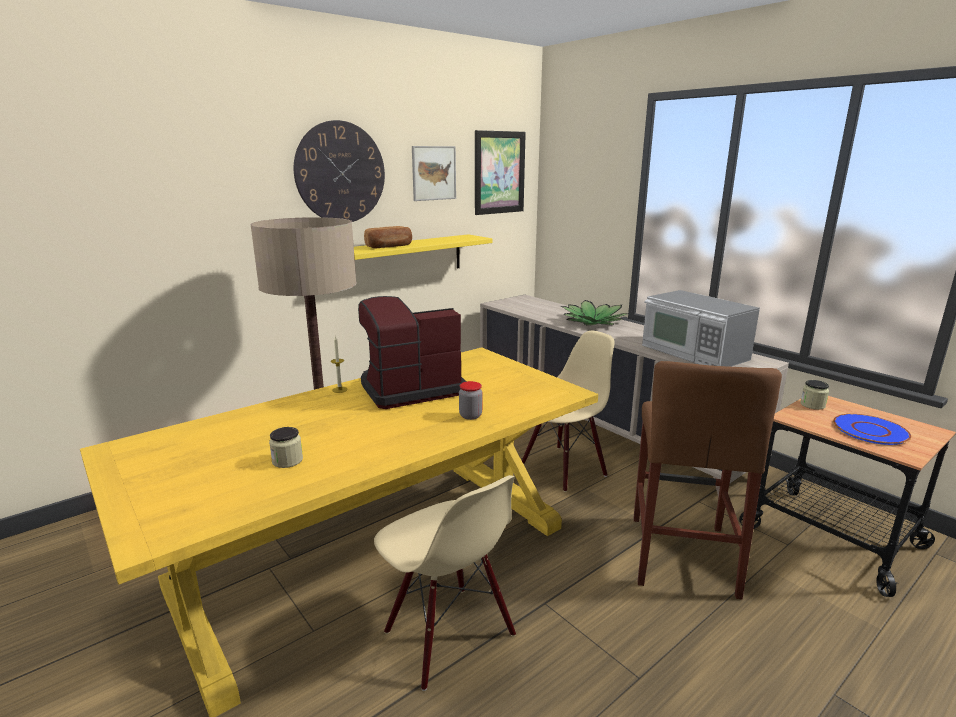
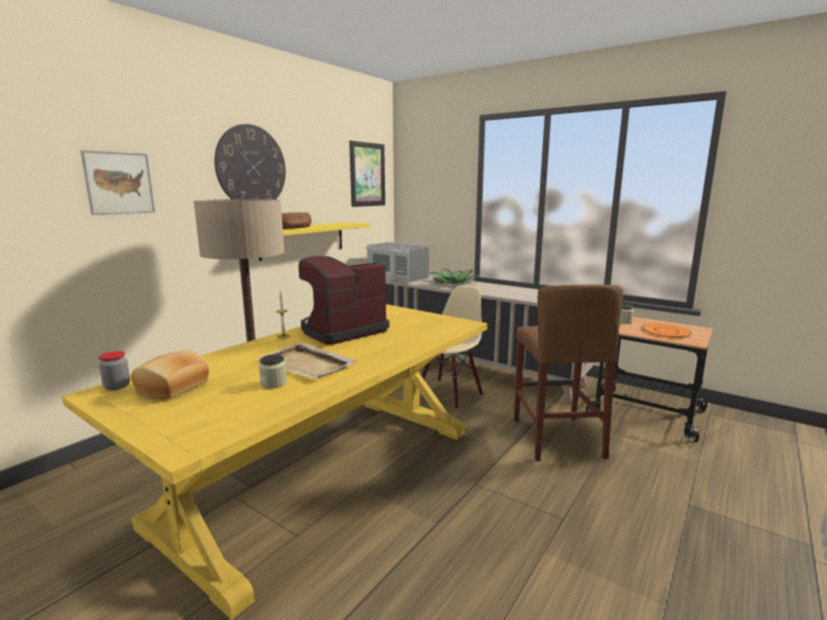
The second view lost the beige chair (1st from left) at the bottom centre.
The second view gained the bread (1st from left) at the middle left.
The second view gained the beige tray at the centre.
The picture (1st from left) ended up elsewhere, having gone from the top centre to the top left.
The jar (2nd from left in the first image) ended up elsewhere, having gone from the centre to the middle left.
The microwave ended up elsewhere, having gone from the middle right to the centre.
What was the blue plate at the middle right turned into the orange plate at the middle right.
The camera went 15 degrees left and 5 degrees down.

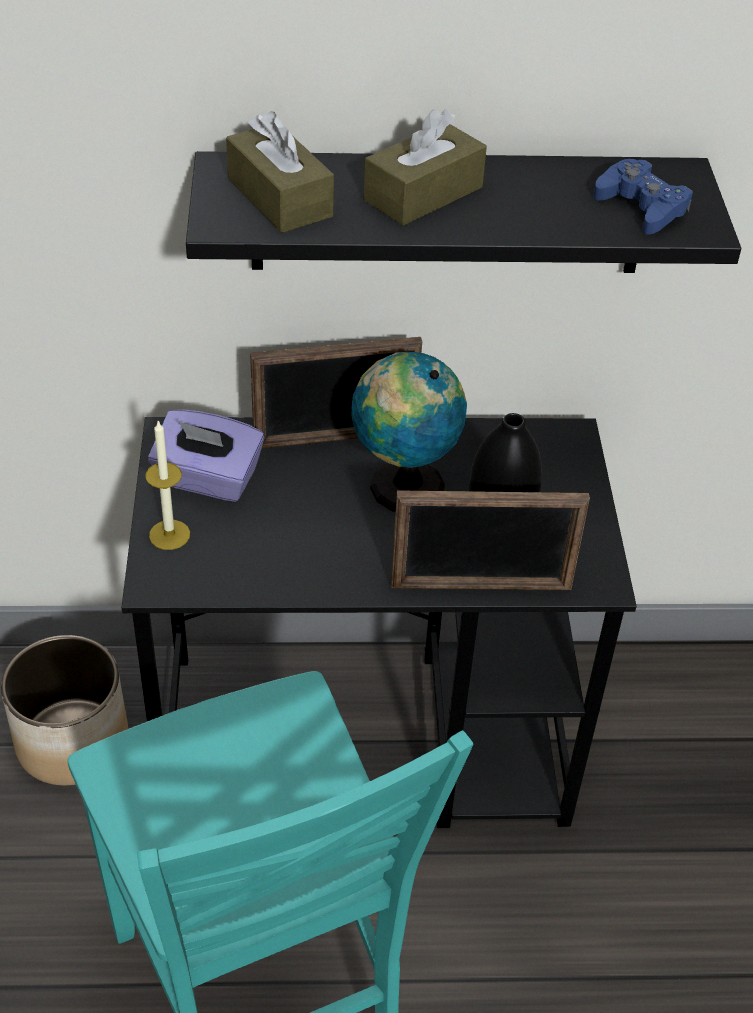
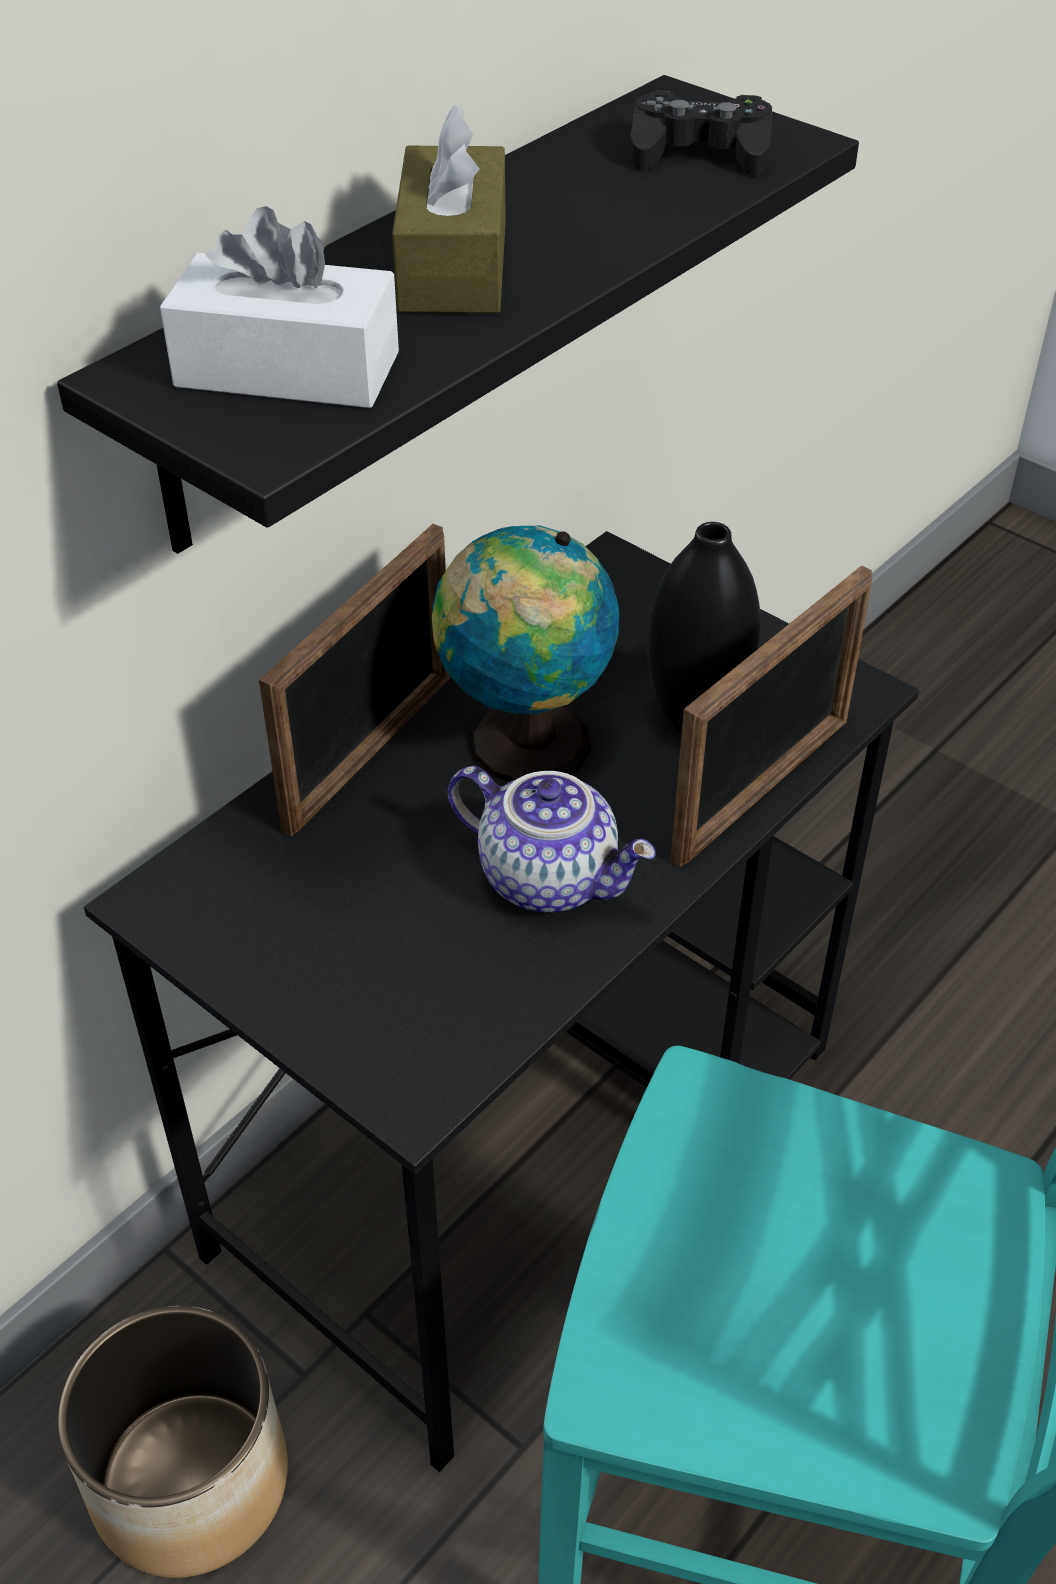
The second view lost the candle at the middle left.
The second view lost the purple tissue box at the middle left.
The second view gained the teapot at the centre.
What was the brown tissue box (1st from left) at the top centre turned into the white tissue box at the top left.
What was the blue game controller at the top right turned into the black game controller at the top centre.
The camera went 45 degrees left and 0 degrees up.

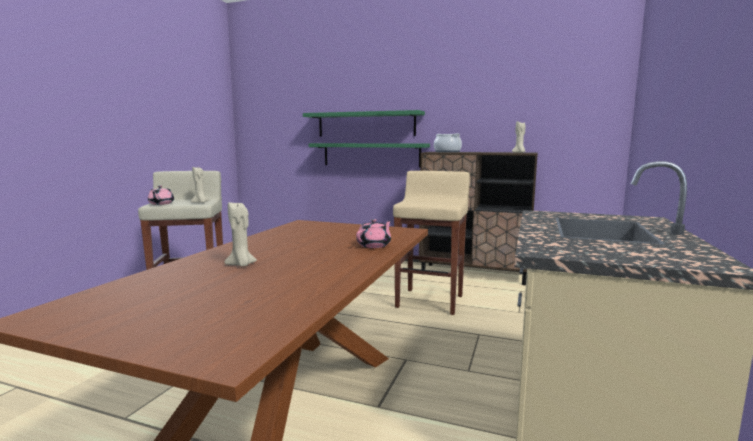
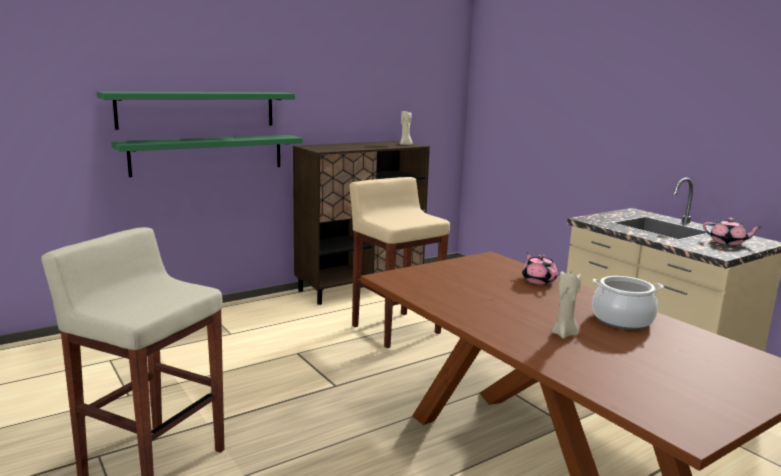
The second view lost the beige candle (1st from left) at the middle left.
The pink teapot (1st from left in the first image) ended up elsewhere, having gone from the middle left to the middle right.
The cooking pot ended up elsewhere, having gone from the top centre to the middle right.
The camera went 55 degrees left and 5 degrees up.

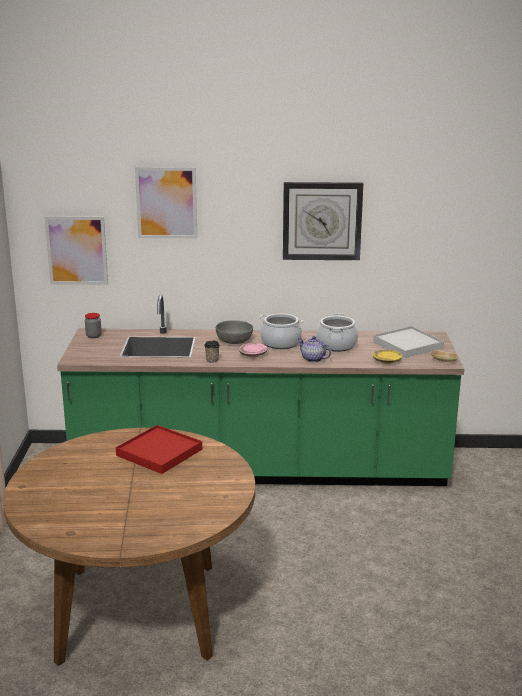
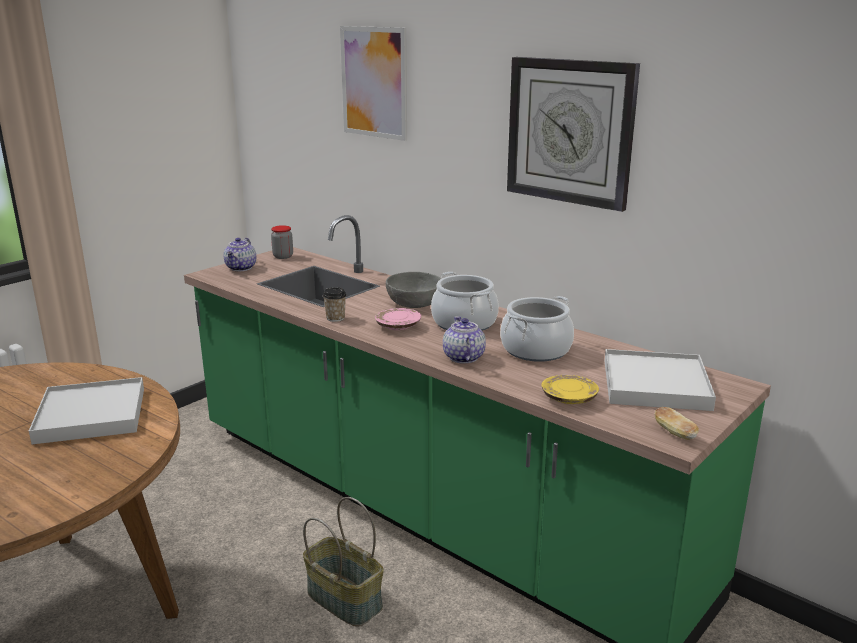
The second view lost the picture (1st from left) at the middle left.
The second view gained the teapot (1st from left) at the middle left.
The second view gained the basket at the bottom centre.
What was the red tray at the middle left turned into the white tray (1st from left) at the middle left.
The camera went 40 degrees right and 0 degrees up.

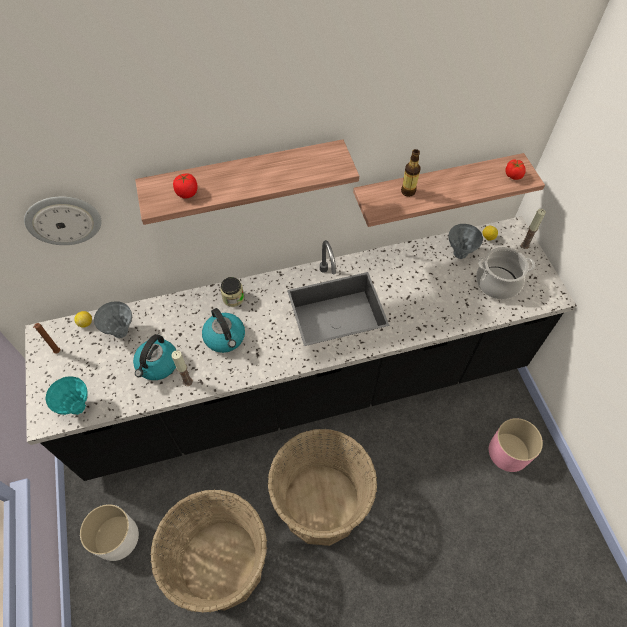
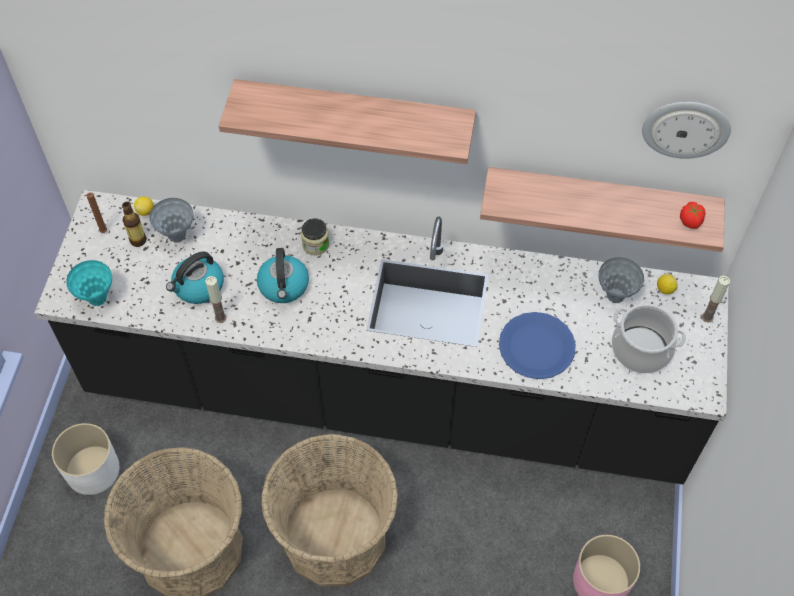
The second view lost the tomato (1st from left) at the top left.
The second view gained the blue plate at the middle right.
The wall clock ended up elsewhere, having gone from the middle left to the top right.
The bottle ended up elsewhere, having gone from the top centre to the middle left.
The camera went 25 degrees right and 0 degrees up.

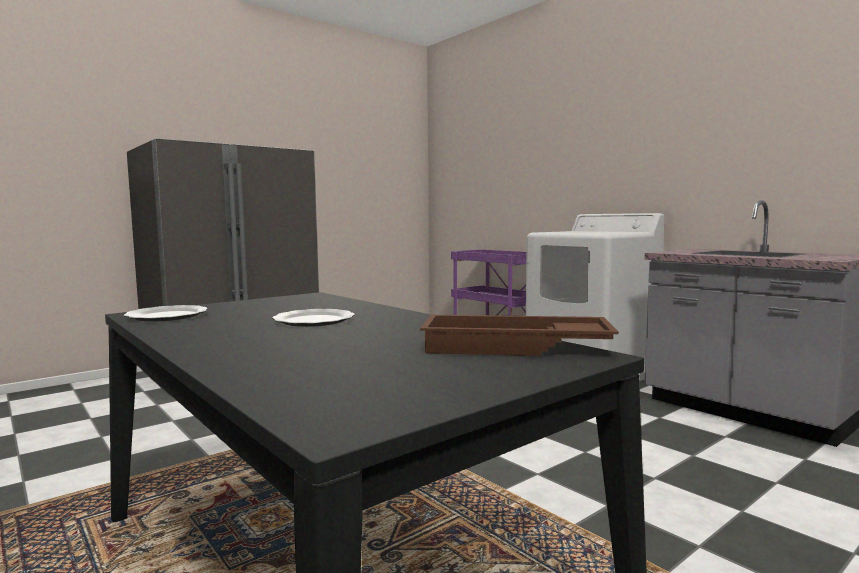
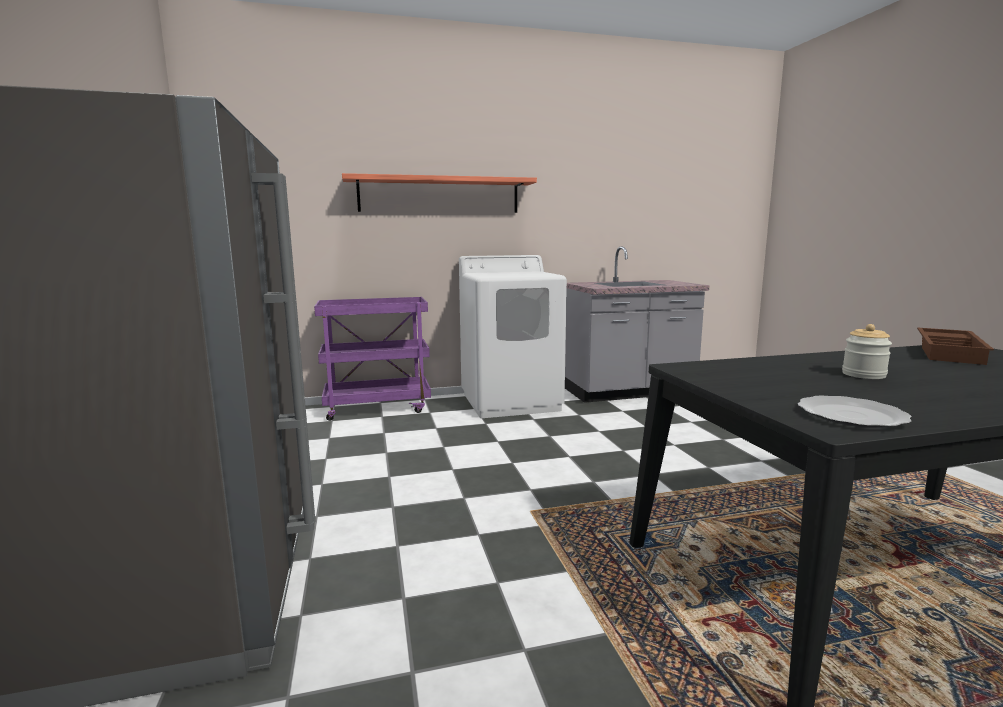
The second view gained the shelf at the top centre.
Where the plate (2nd from left) stood at the centre, the jar came to stand at the middle right.
The camera went 65 degrees left and 5 degrees up.

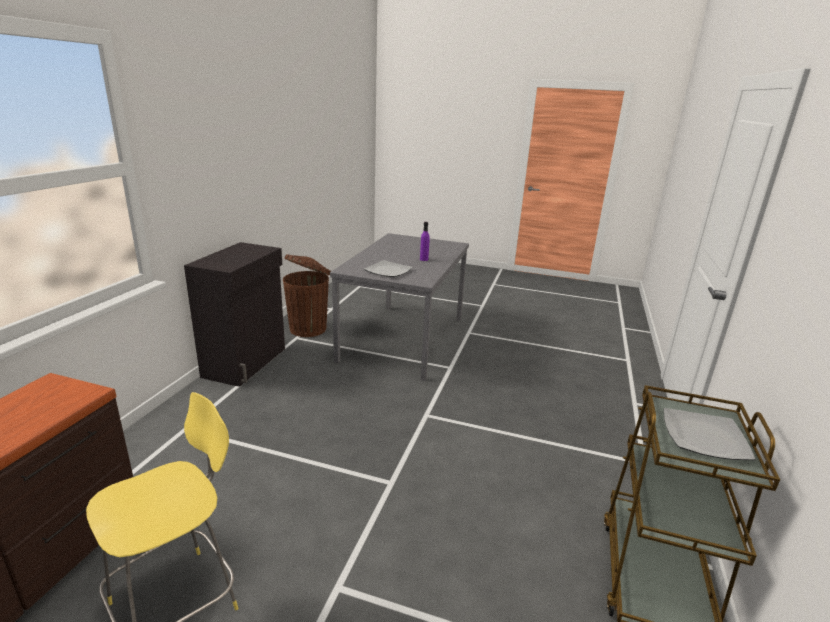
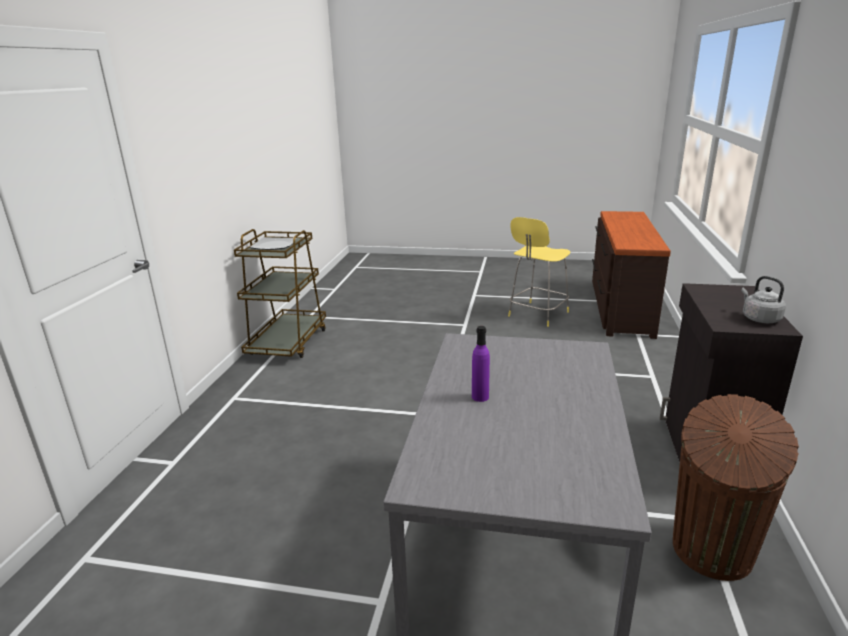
The second view lost the plate (1st from left) at the centre.
The second view gained the grey kettle at the middle right.
The camera went 175 degrees right and 0 degrees up.

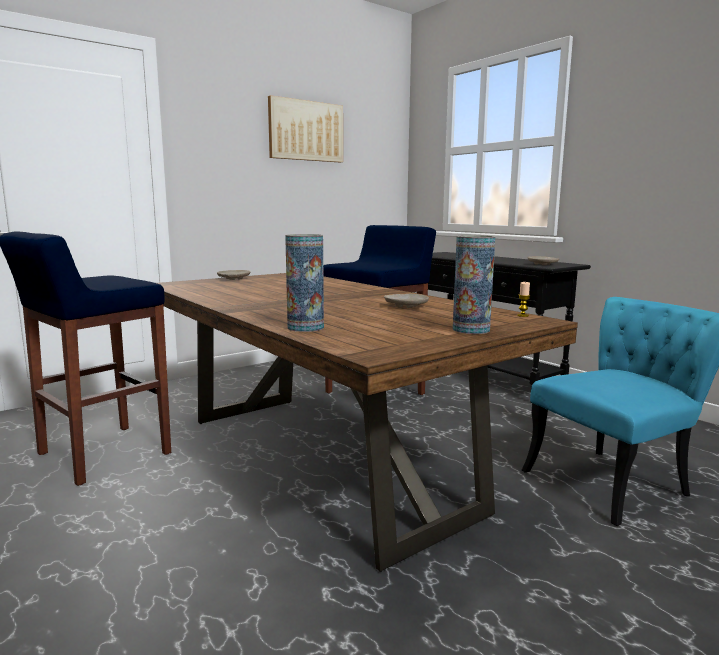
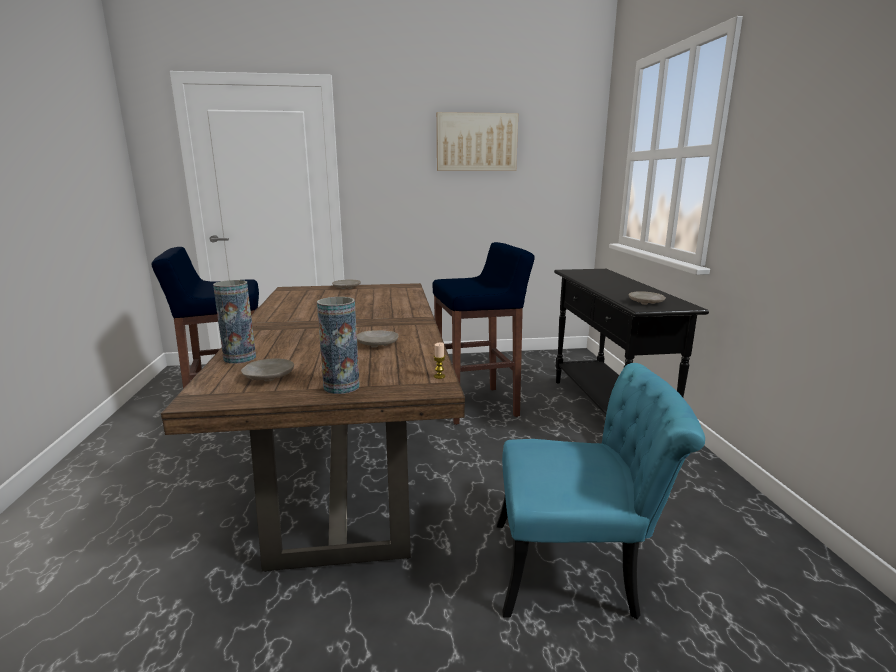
The second view gained the beige plate (1st from left) at the middle left.
The camera went 30 degrees right and 5 degrees up.

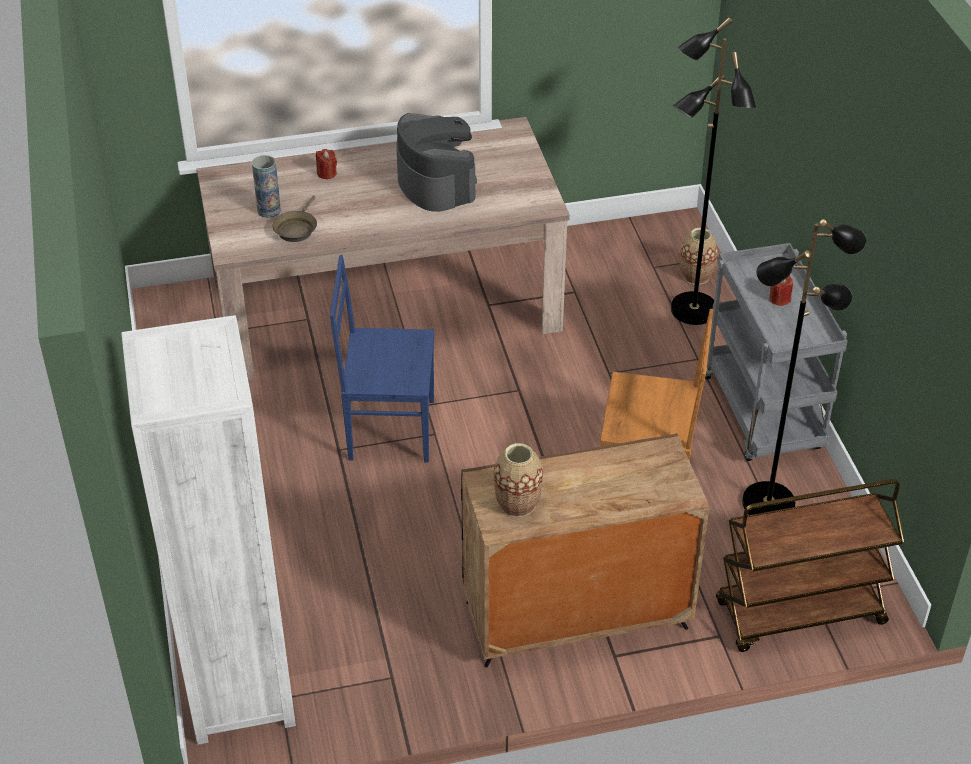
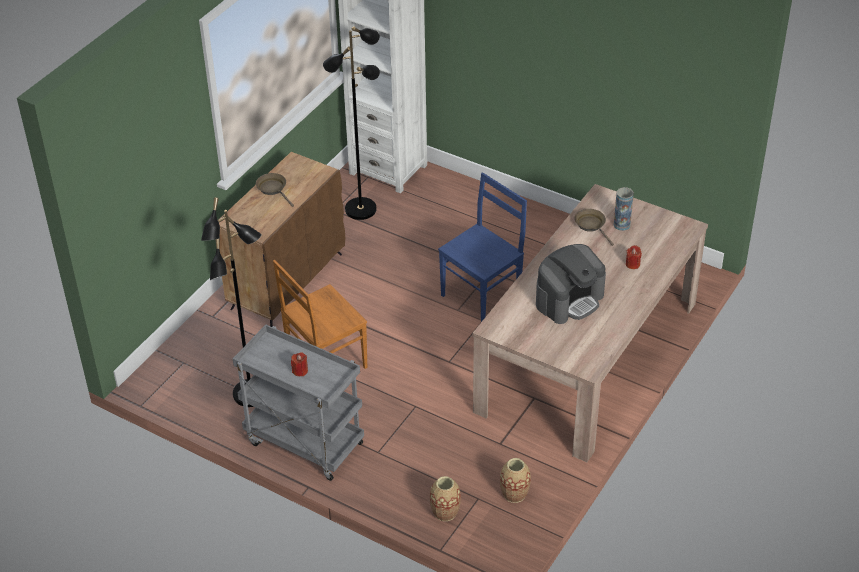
The second view lost the brown cart at the bottom right.
The second view gained the brown frying pan (1st from left) at the top left.
The vase (2nd from left) ended up elsewhere, having gone from the centre to the bottom centre.
The black floor lamp (1st from left in the first image) ended up elsewhere, having gone from the top right to the top centre.
The coffee machine at the top centre ended up facing another way, 60 degrees counterclockwise from before.
The camera went 135 degrees right and 0 degrees up.

